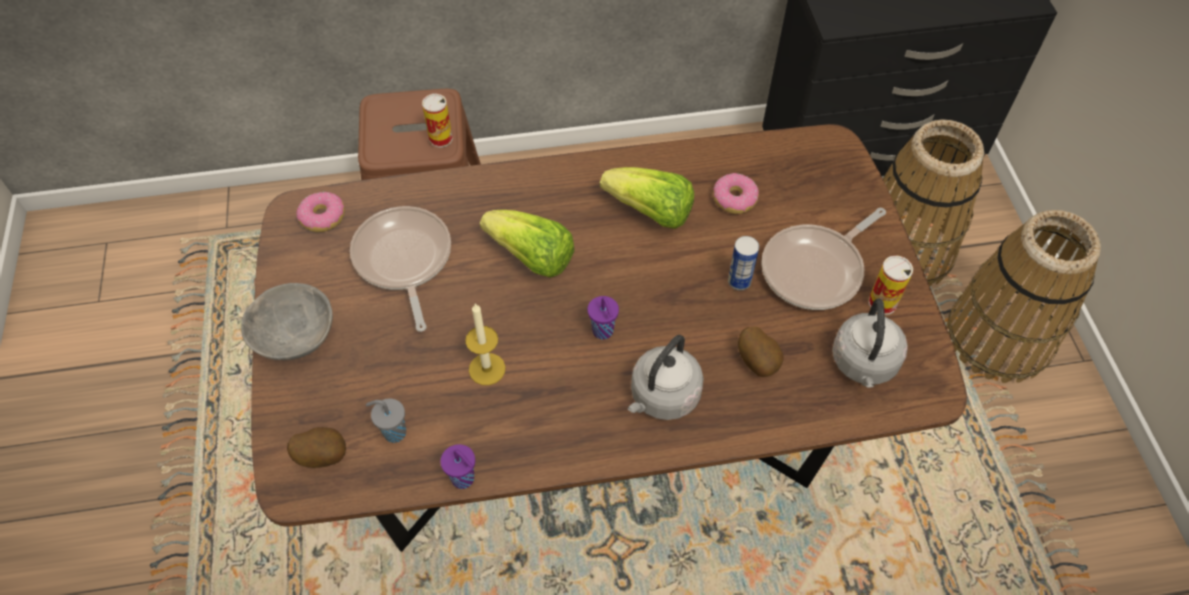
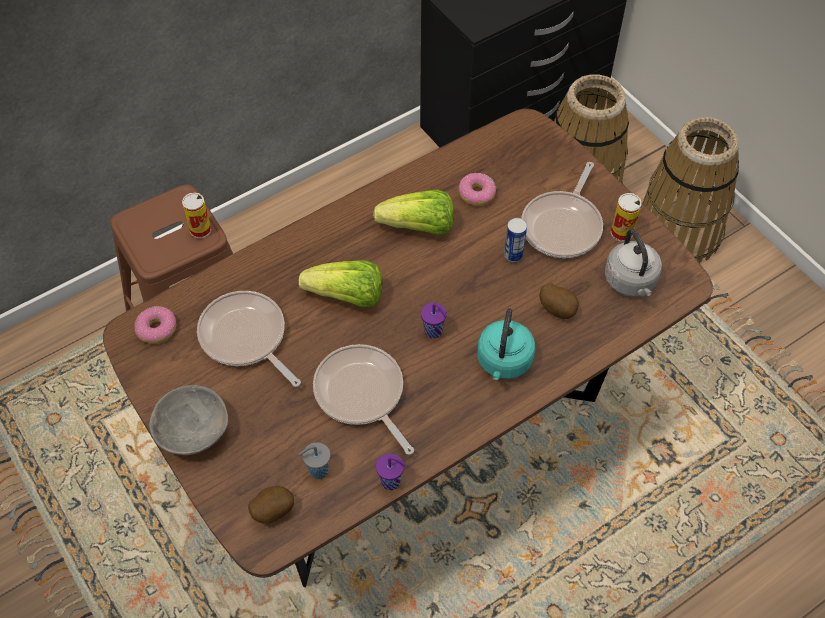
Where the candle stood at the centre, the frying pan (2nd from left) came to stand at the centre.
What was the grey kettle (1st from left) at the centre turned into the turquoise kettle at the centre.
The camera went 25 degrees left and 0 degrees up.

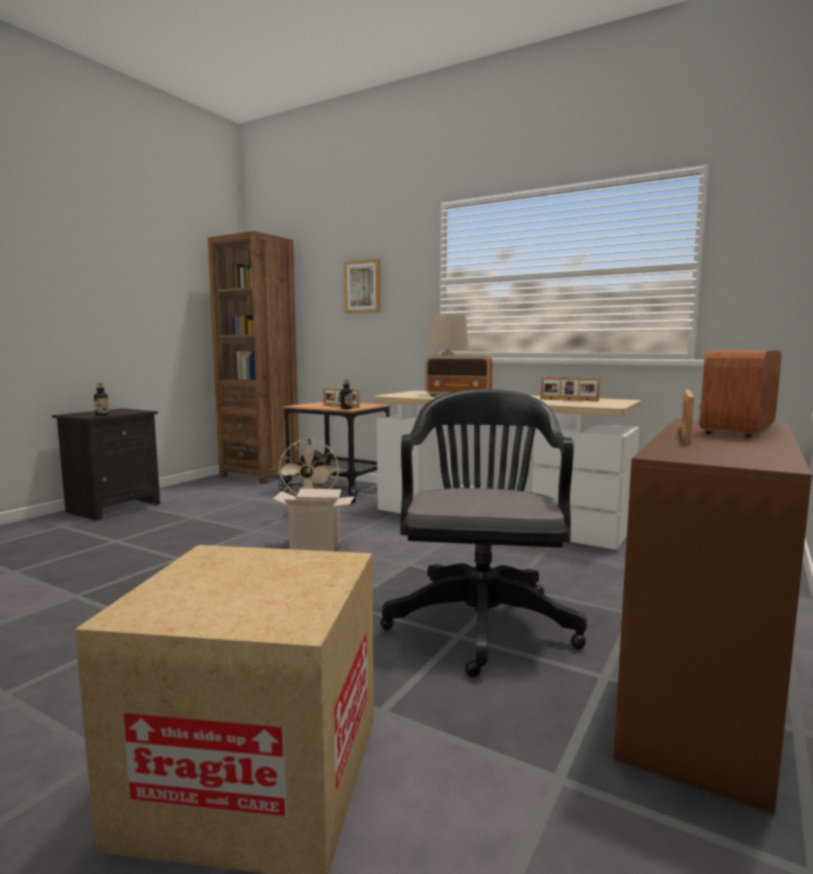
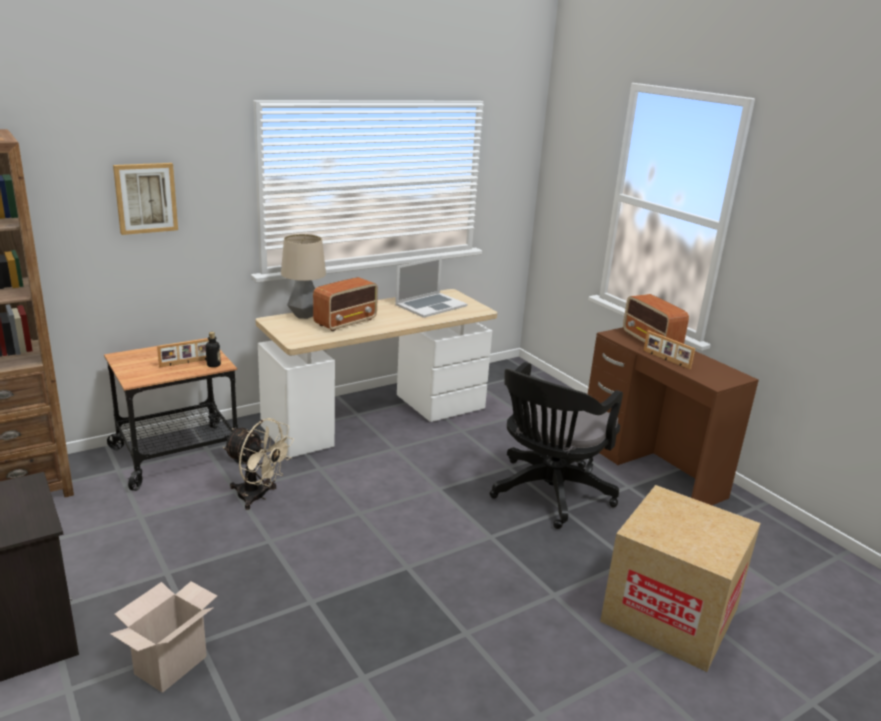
The second view lost the bottle (1st from left) at the middle left.
The cardboard box (2nd from left in the first image) ended up elsewhere, having gone from the centre to the bottom left.
Where the picture frame (2nd from left) stood at the middle right, the laptop came to stand at the centre.
The black office chair at the centre ended up facing another way, 90 degrees counterclockwise from before.
The camera went 65 degrees left and 15 degrees up.

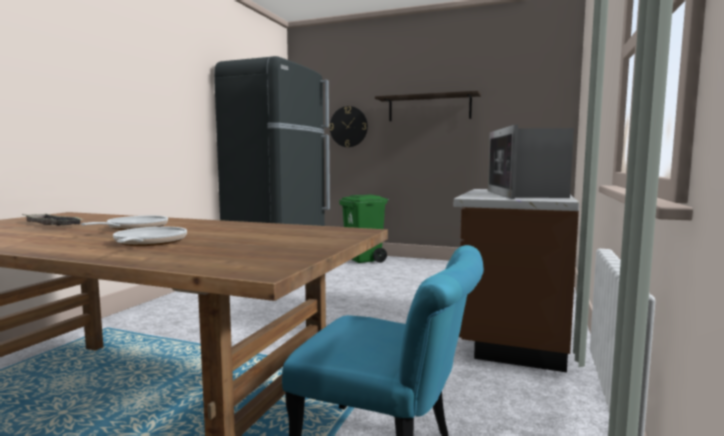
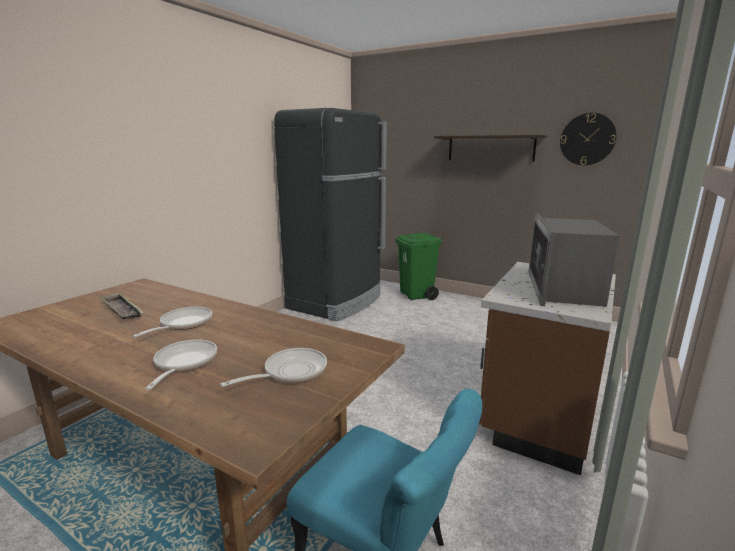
The second view gained the frying pan (3rd from left) at the centre.
The wall clock ended up elsewhere, having gone from the top centre to the top right.
The camera went 10 degrees right and 10 degrees up.

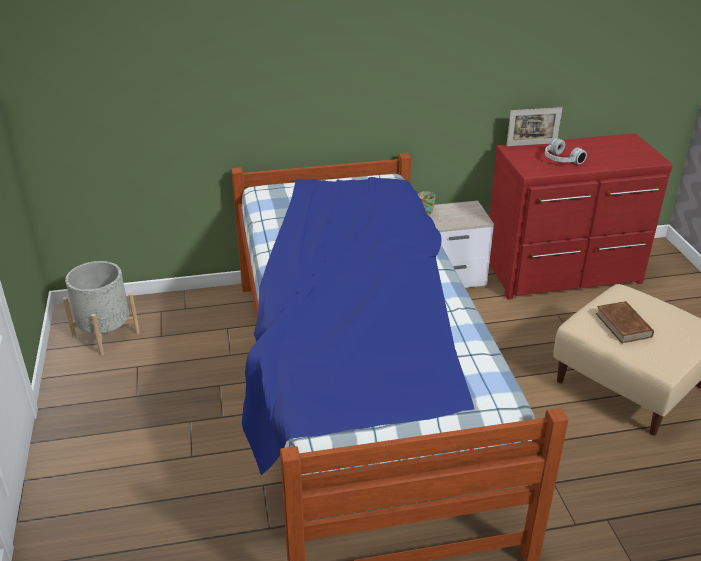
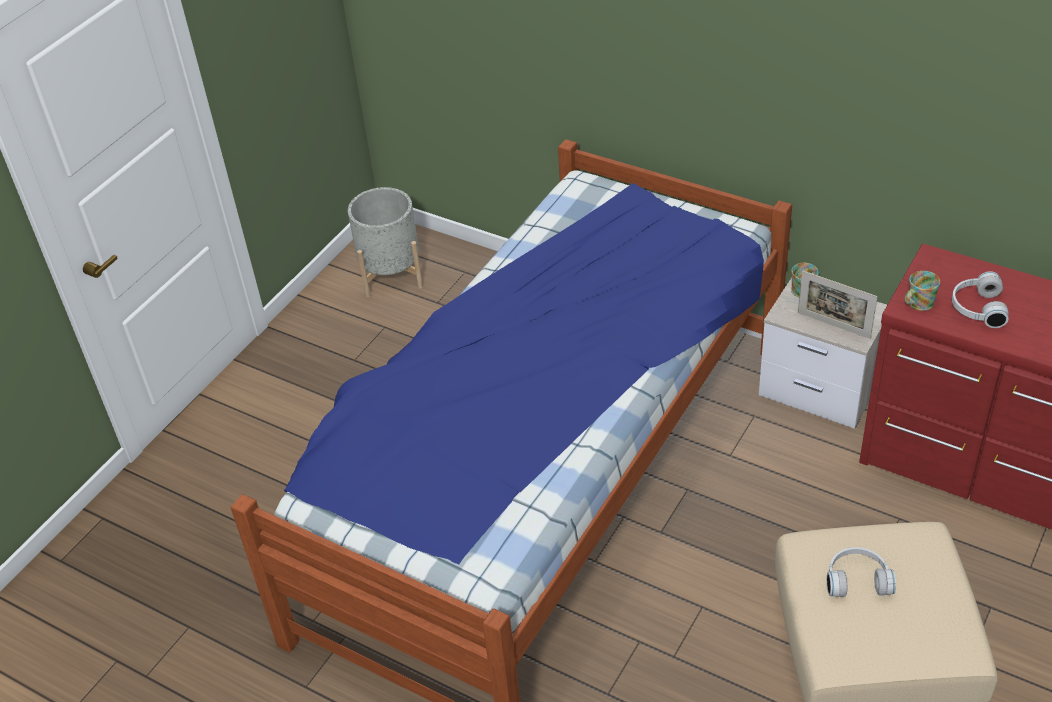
The second view gained the mug (2nd from left) at the middle right.
The picture frame ended up elsewhere, having gone from the top right to the middle right.
Where the brown book stood at the middle right, the white headphones (1st from left) came to stand at the bottom right.
The camera went 45 degrees right and 10 degrees up.

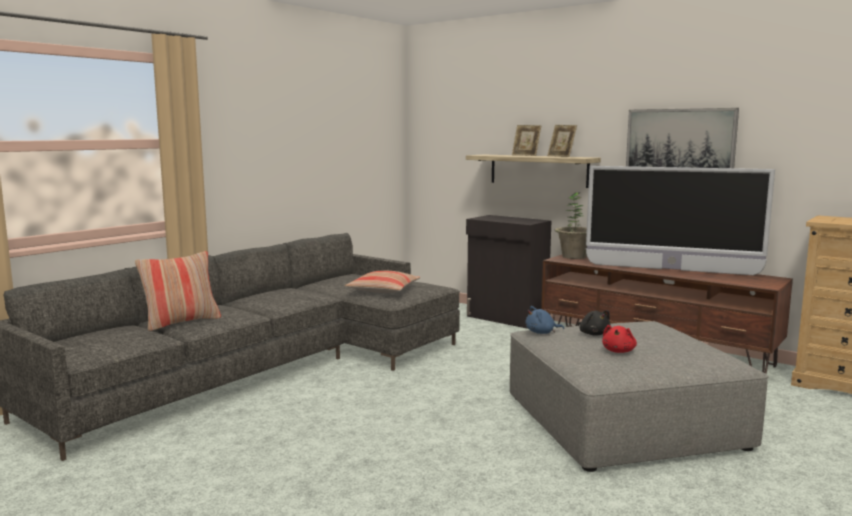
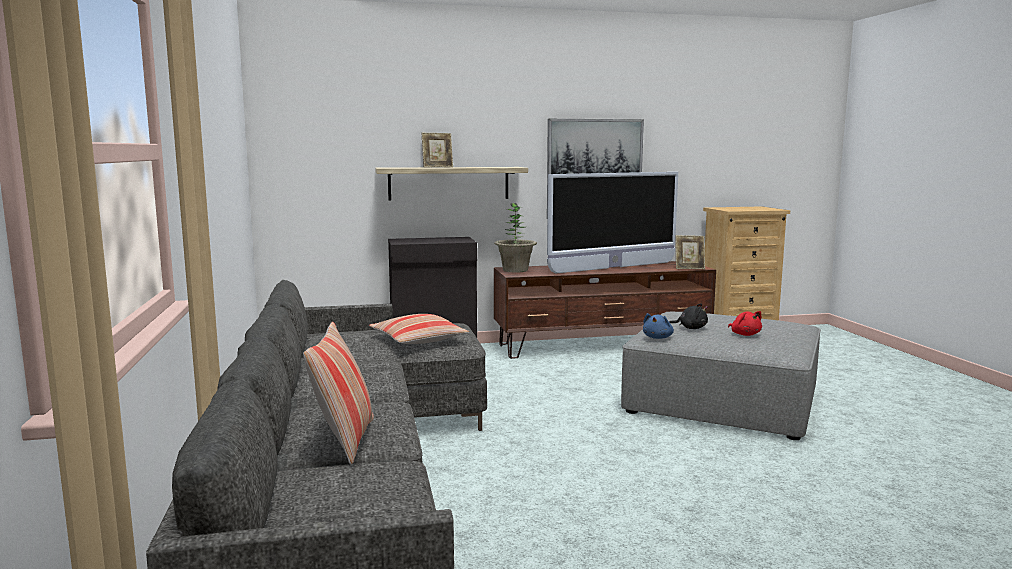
The picture frame (2nd from left) ended up elsewhere, having gone from the top centre to the middle right.
The camera went 50 degrees left and 0 degrees up.

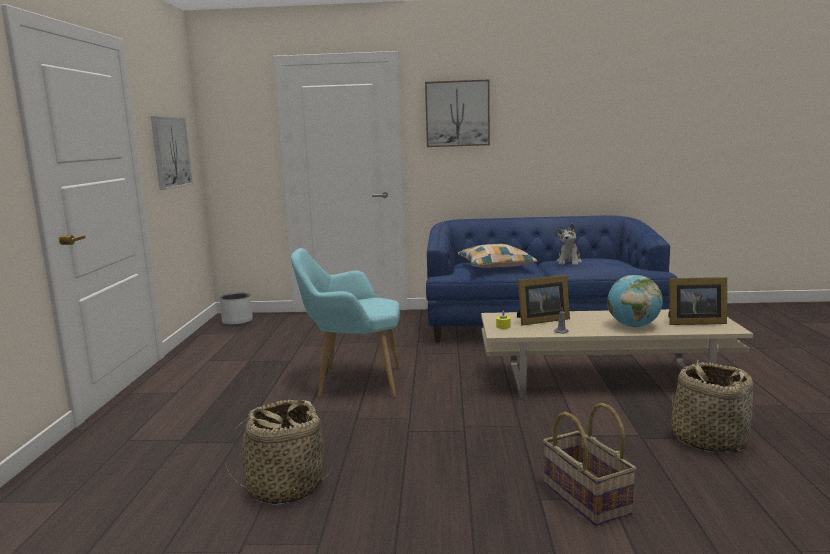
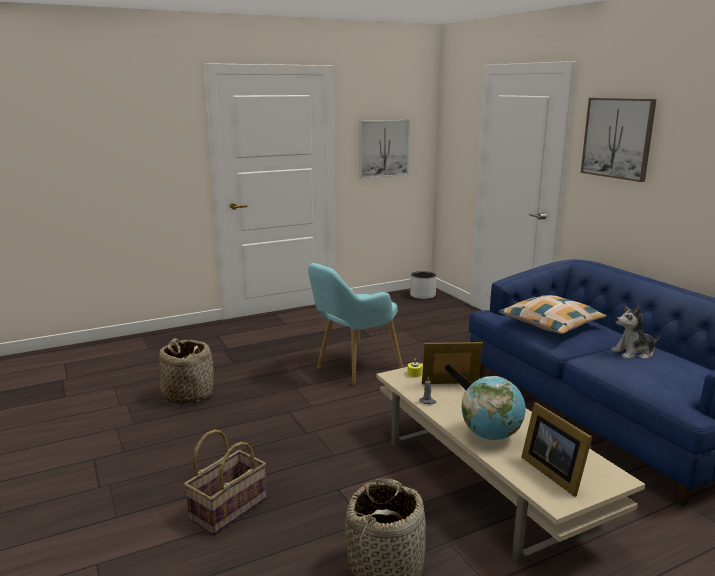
The turquoise armchair at the centre ended up facing another way, 105 degrees counterclockwise from before.
The picture frame (1st from left) at the centre ended up facing another way, 135 degrees clockwise from before.
The camera went 60 degrees right and 5 degrees up.

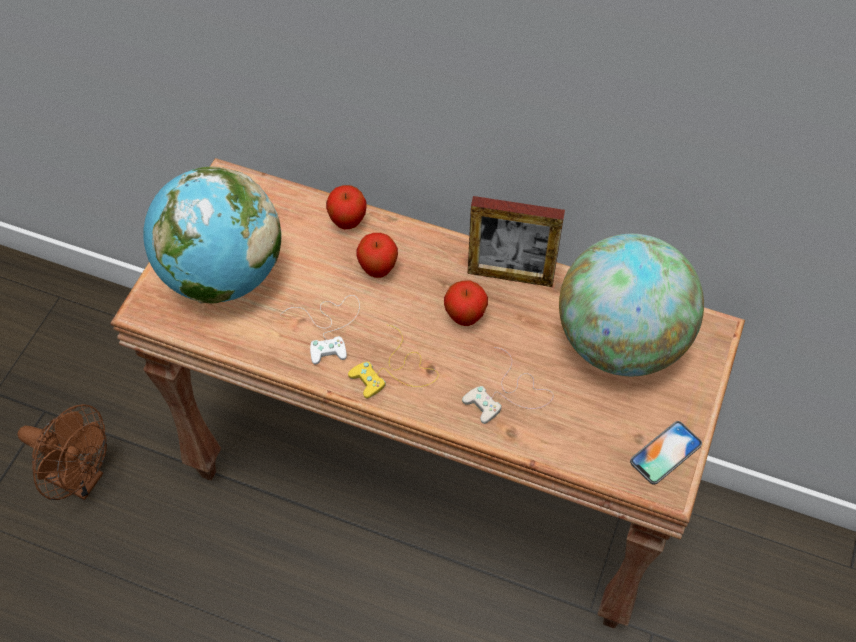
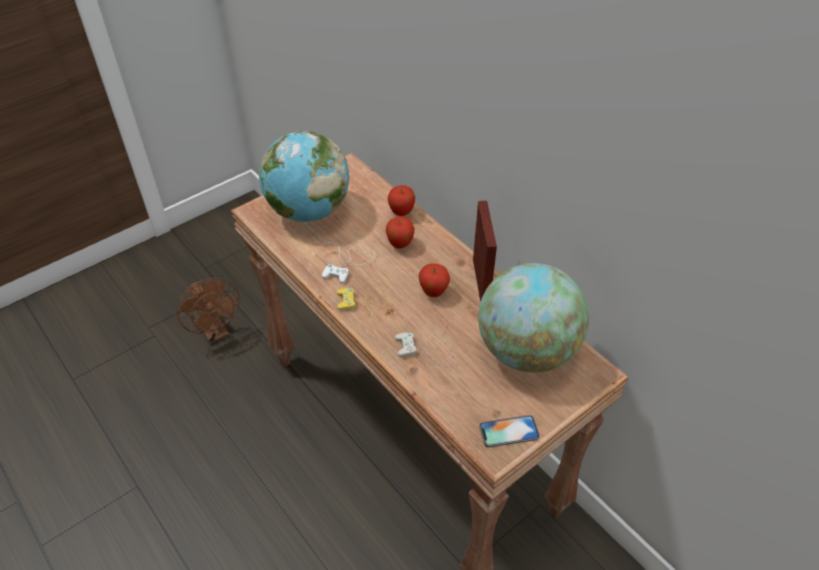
The picture frame at the centre ended up facing another way, 135 degrees counterclockwise from before.
The camera went 30 degrees right and 10 degrees down.

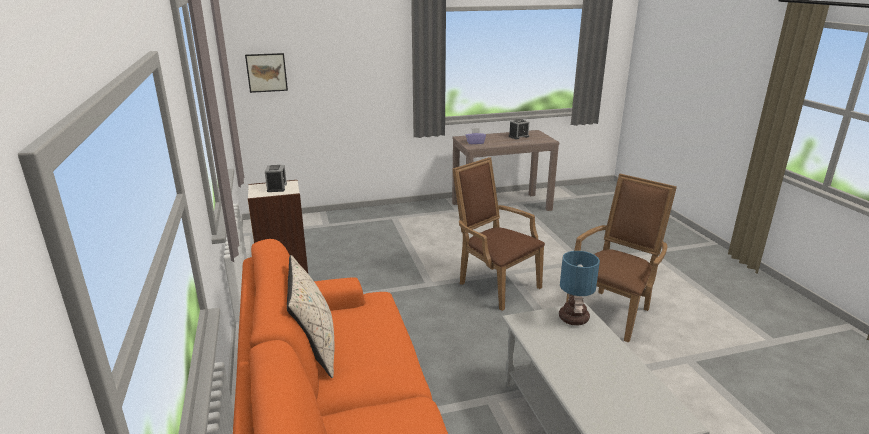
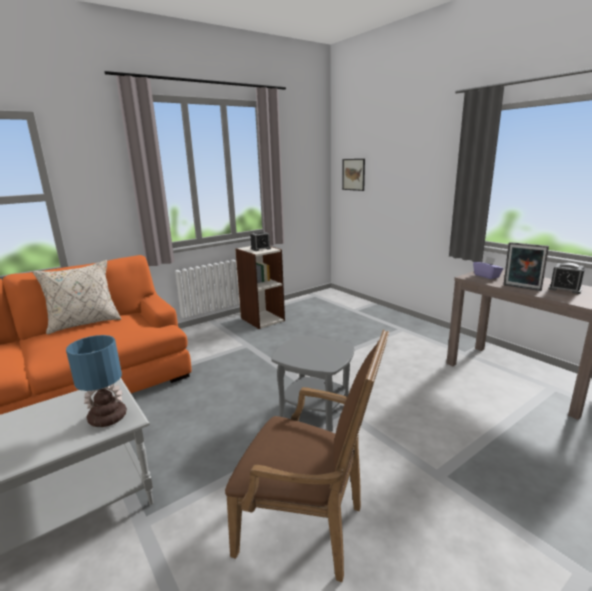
The second view gained the picture frame at the middle right.
Where the brown armchair (1st from left) stood at the centre, the grey side table came to stand at the centre.
The camera went 70 degrees right and 5 degrees down.

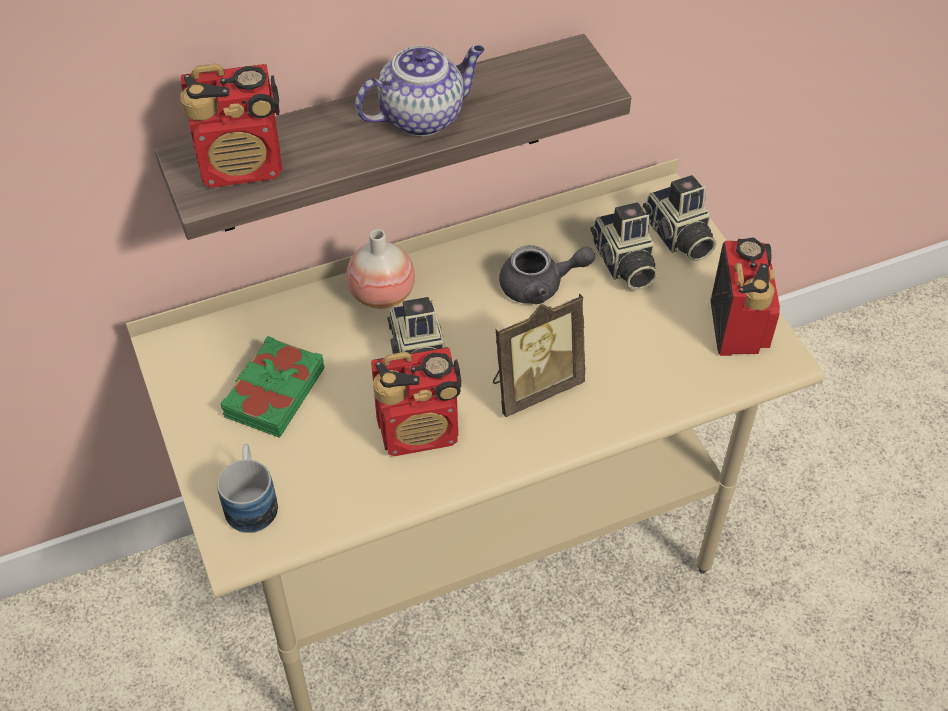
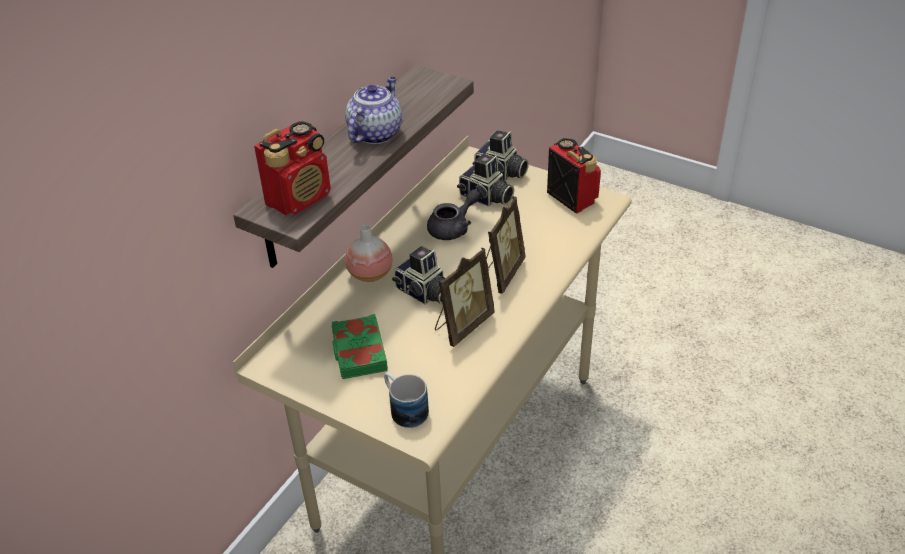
Where the radio (2nd from left) stood at the centre, the picture frame (1st from left) came to stand at the centre.
The camera went 35 degrees left and 10 degrees down.

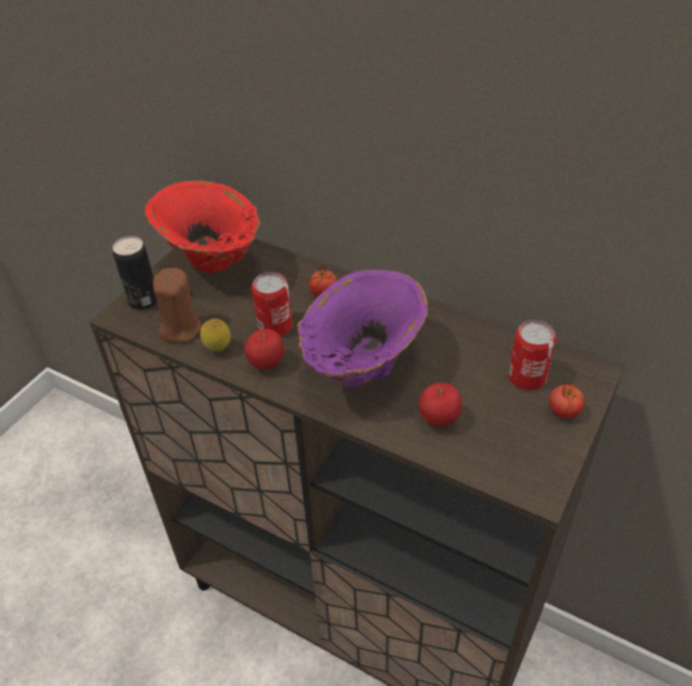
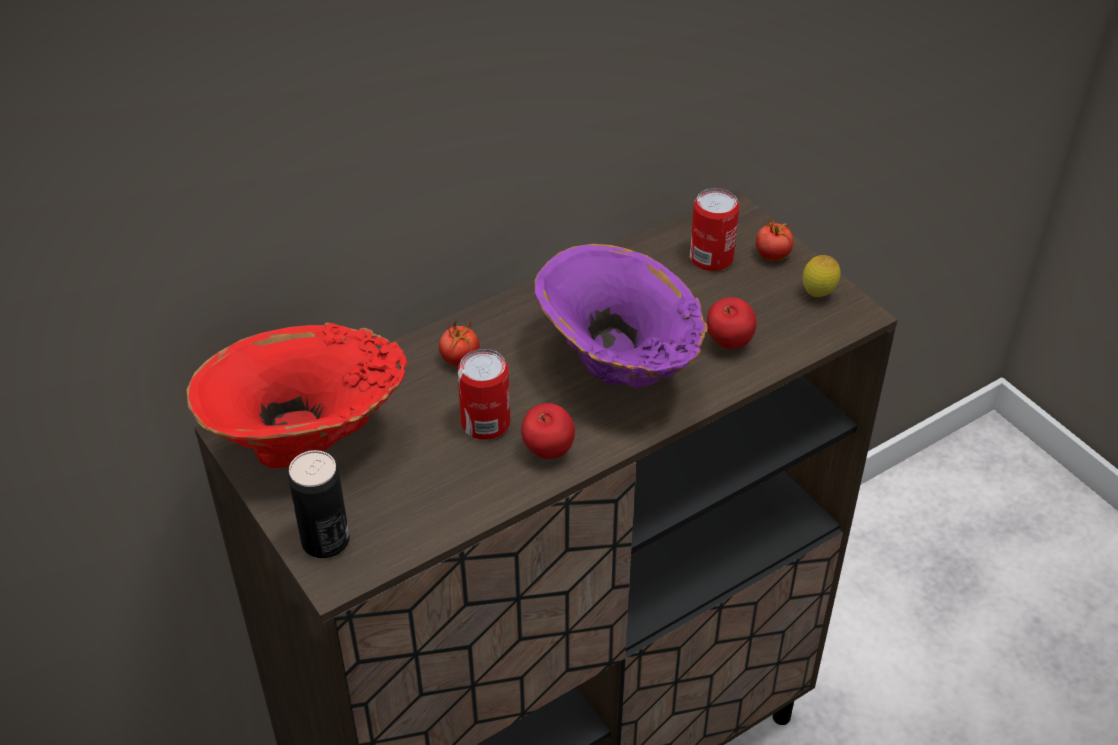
The second view lost the brown candle at the middle left.
The lemon ended up elsewhere, having gone from the middle left to the middle right.
The camera went 65 degrees left and 0 degrees up.

